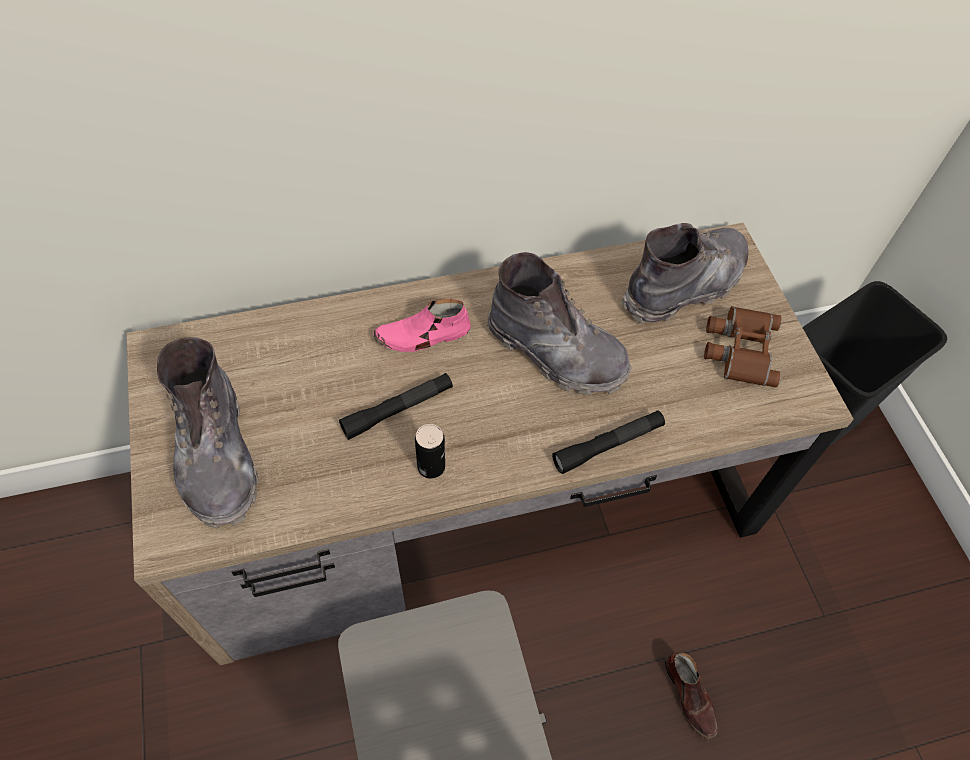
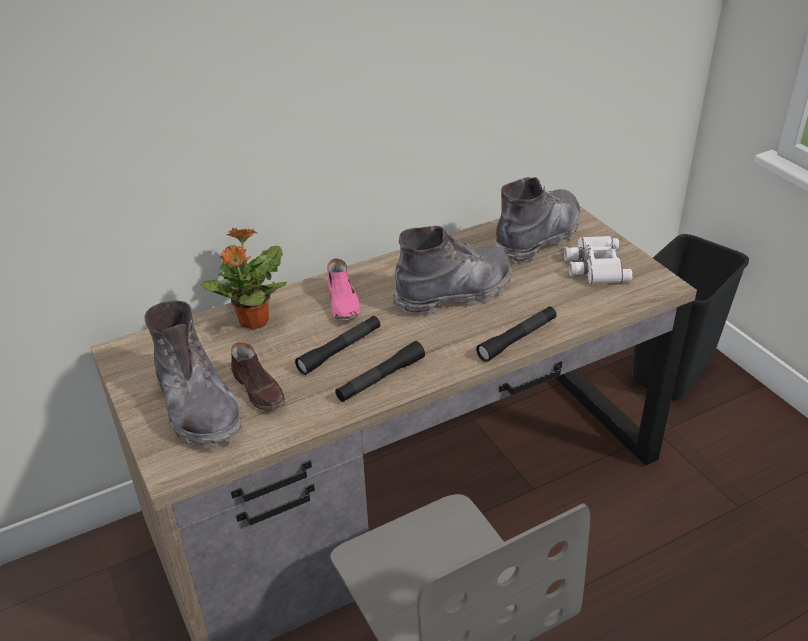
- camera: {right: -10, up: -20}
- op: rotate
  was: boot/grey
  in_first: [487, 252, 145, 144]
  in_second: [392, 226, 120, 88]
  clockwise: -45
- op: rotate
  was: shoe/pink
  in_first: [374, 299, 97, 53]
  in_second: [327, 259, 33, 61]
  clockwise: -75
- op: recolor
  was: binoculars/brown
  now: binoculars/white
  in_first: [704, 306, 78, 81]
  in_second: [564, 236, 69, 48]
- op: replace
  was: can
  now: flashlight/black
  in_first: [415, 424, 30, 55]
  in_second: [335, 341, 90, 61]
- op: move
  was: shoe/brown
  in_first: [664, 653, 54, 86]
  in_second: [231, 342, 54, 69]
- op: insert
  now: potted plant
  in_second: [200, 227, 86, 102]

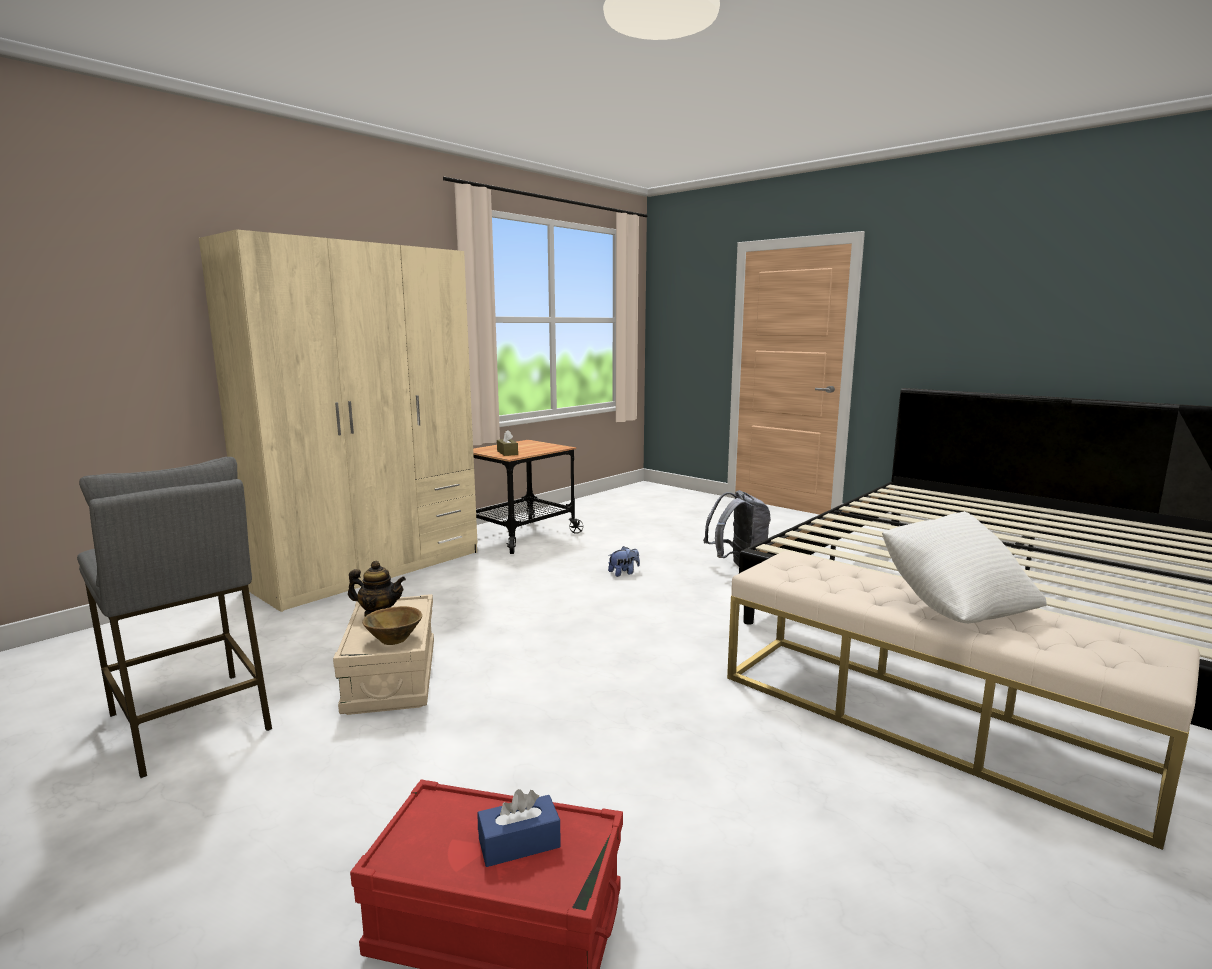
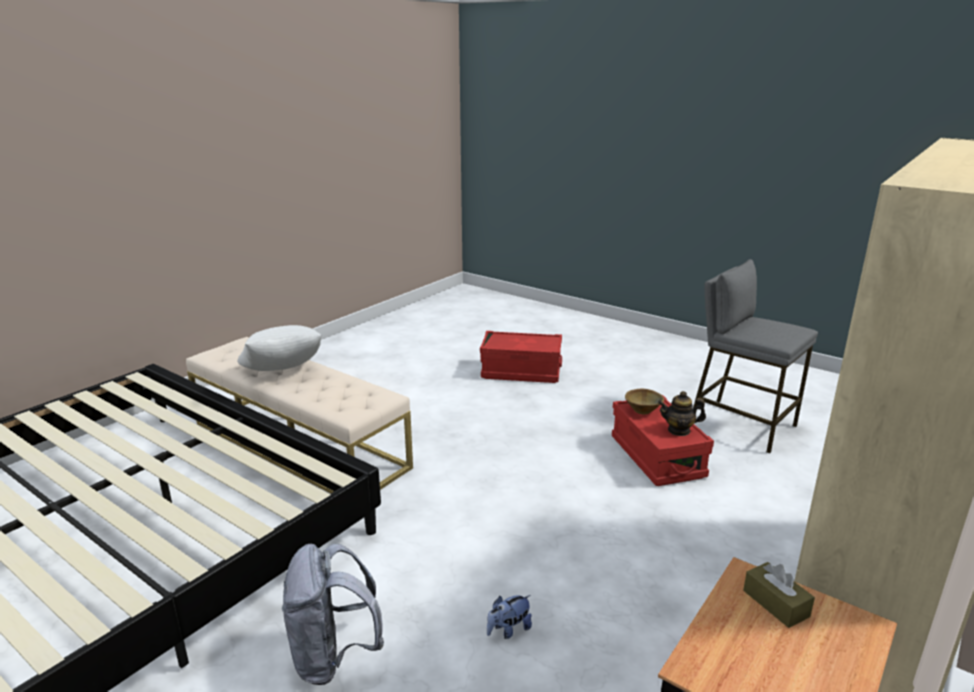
- camera: {right: 175, up: 10}
- op: recolor
  was: storage box/beige
  now: storage box/red
  in_first: [333, 594, 101, 121]
  in_second: [612, 395, 102, 91]
- op: delete
  was: tissue box/blue
  in_first: [478, 789, 83, 78]

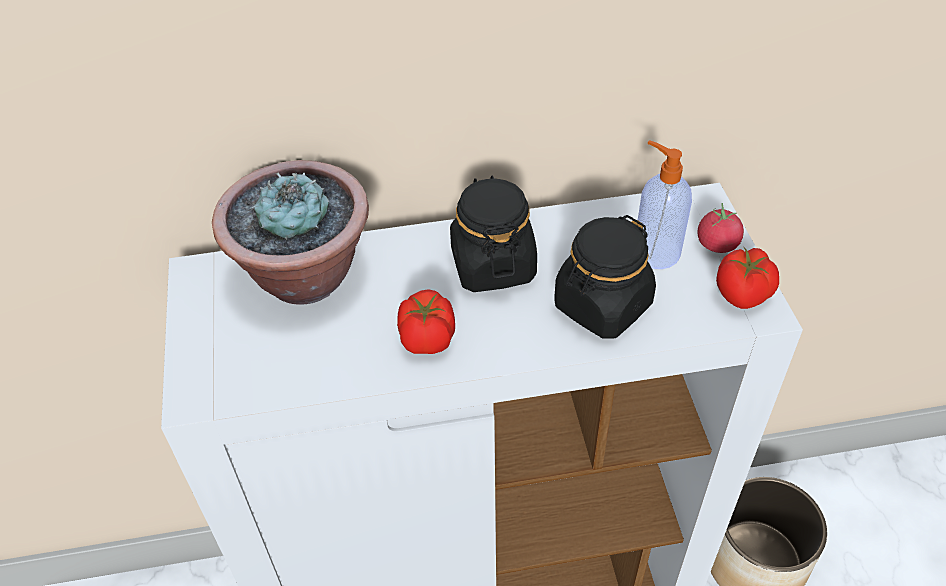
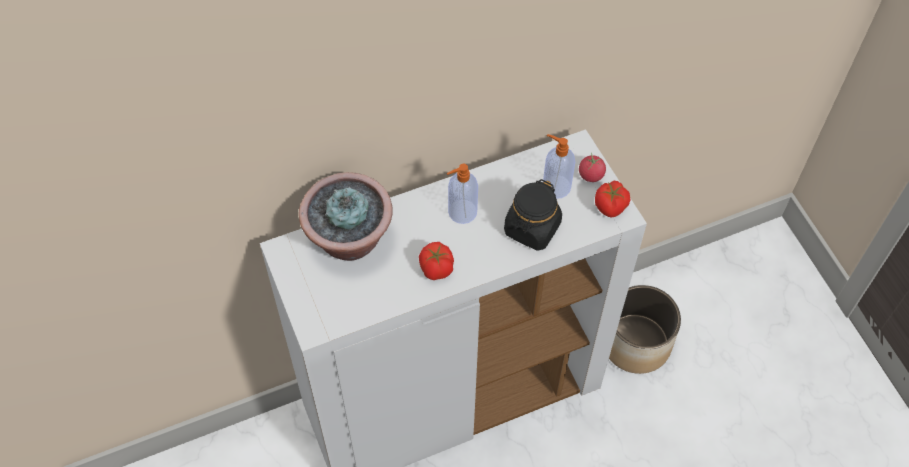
- camera: {right: -15, up: 10}
- op: replace
  was: jar/black
  now: soap dispenser
  in_first: [450, 176, 87, 116]
  in_second: [447, 163, 31, 61]

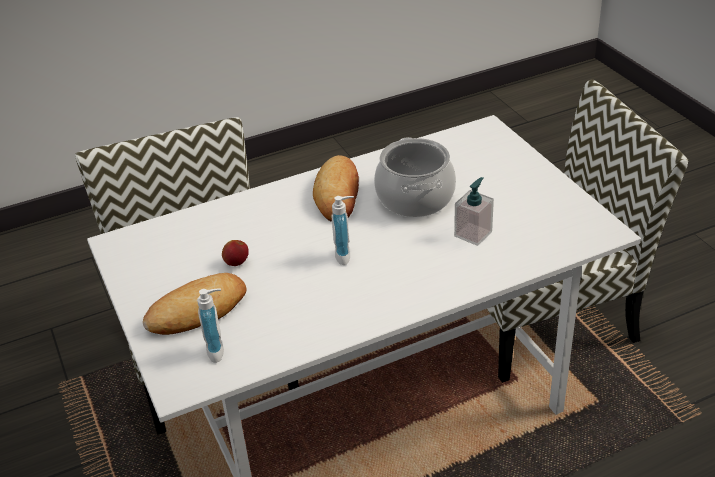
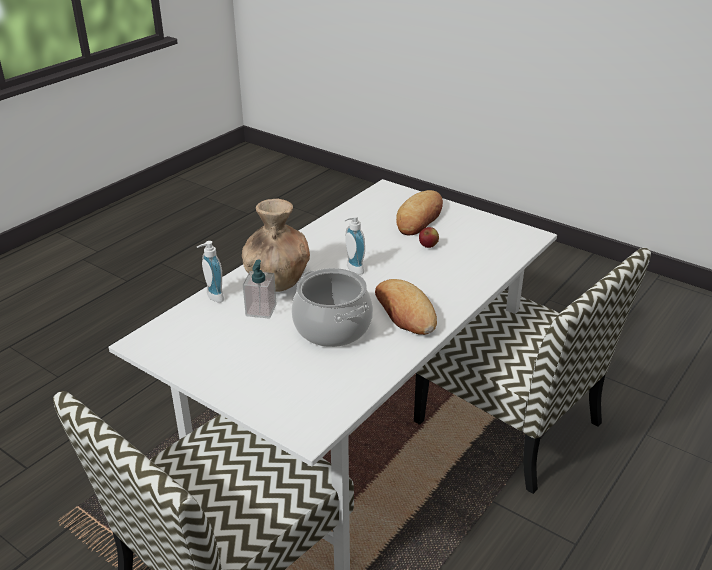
- camera: {right: 150, up: -5}
- op: move
  was: soap dispenser
  in_first: [197, 289, 27, 74]
  in_second: [197, 241, 27, 62]
- op: insert
  now: vase/brown
  in_second: [242, 199, 68, 93]

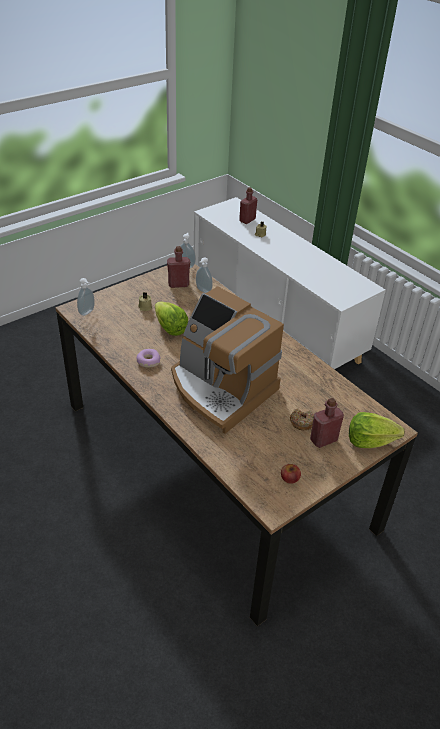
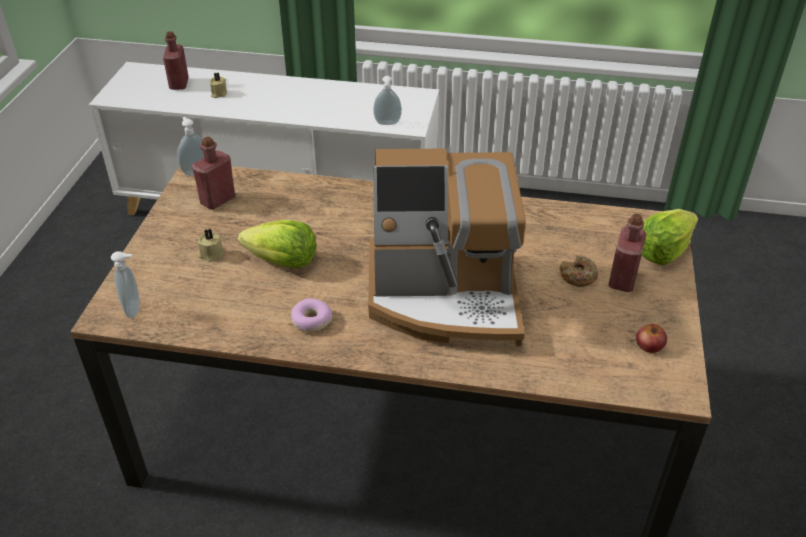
- camera: {right: -40, up: 0}
- op: move
  was: soap dispenser
  in_first: [196, 257, 17, 36]
  in_second: [373, 76, 29, 49]

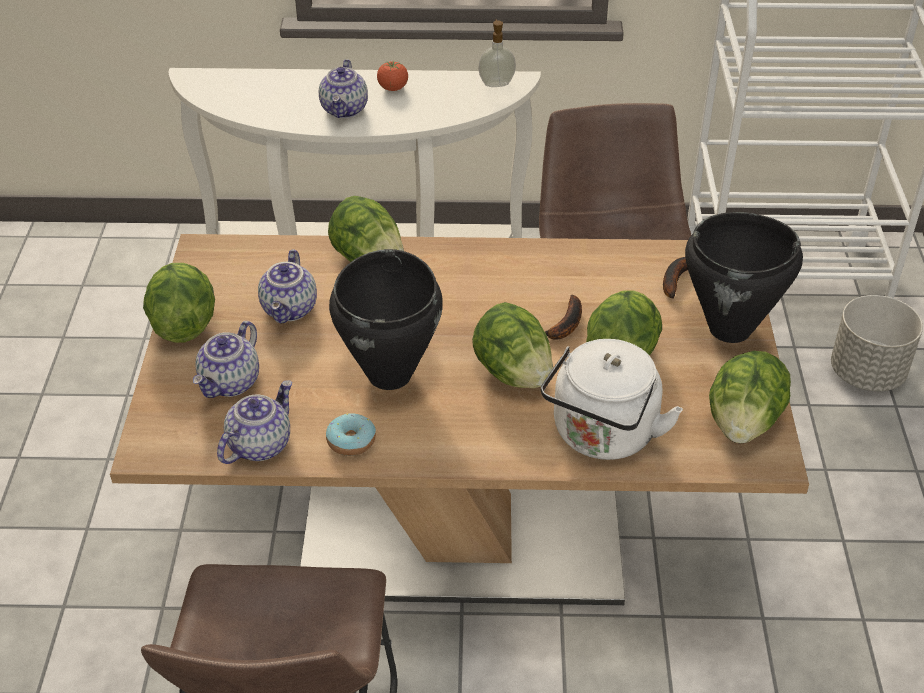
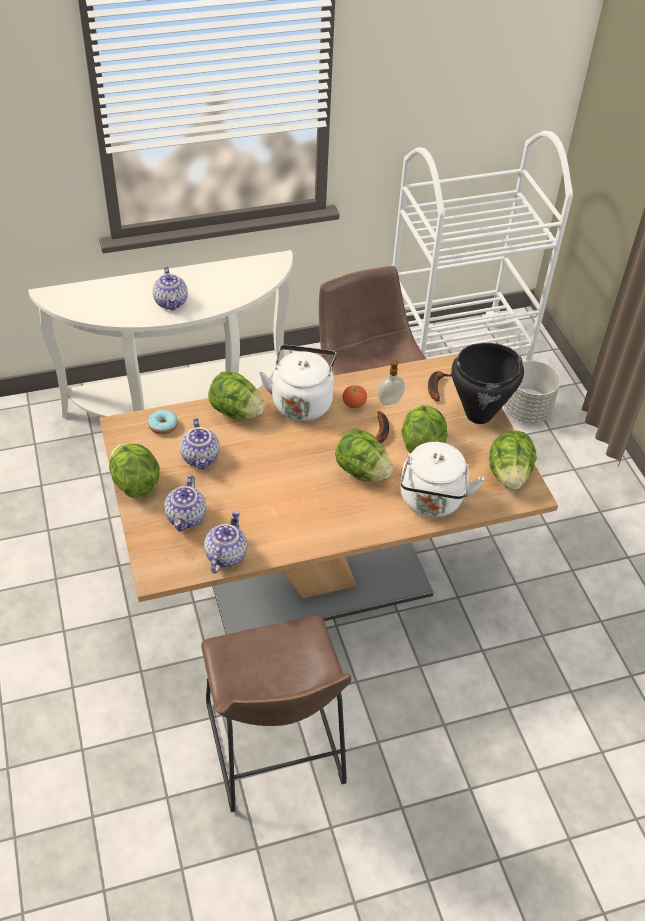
- camera: {right: -20, up: 5}
- op: move
  was: soap dispenser
  in_first: [478, 19, 38, 68]
  in_second: [378, 357, 27, 48]
- op: move
  was: tomato
  in_first: [377, 61, 31, 30]
  in_second: [343, 385, 24, 23]
- op: delete
  was: cooking pot/black
  in_first: [329, 249, 114, 141]
- op: move
  was: donut
  in_first: [326, 413, 50, 43]
  in_second: [148, 410, 30, 25]
- op: insert
  now: kettle/white
  in_second: [259, 345, 78, 76]

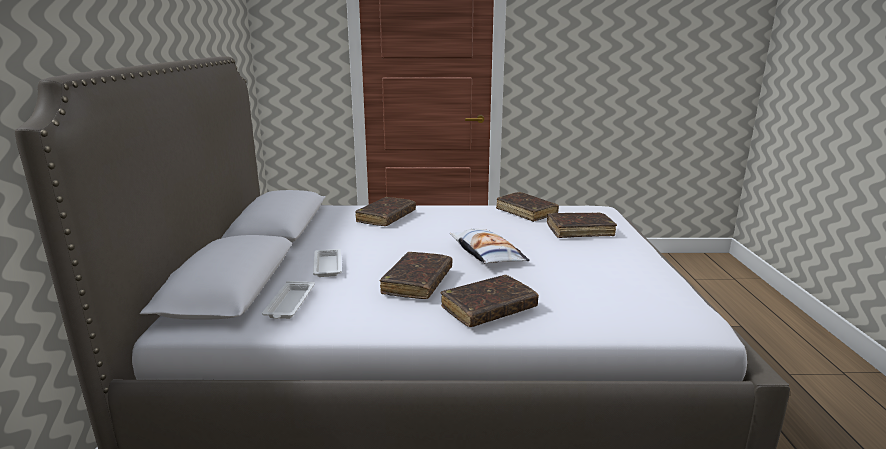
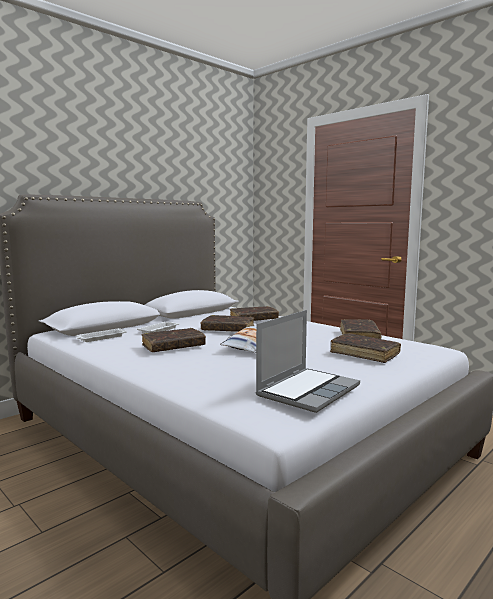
- camera: {right: 45, up: -10}
- op: move
  was: book/brown
  in_first: [441, 275, 98, 52]
  in_second: [201, 315, 53, 17]
- op: insert
  now: laptop
  in_second: [255, 310, 105, 103]

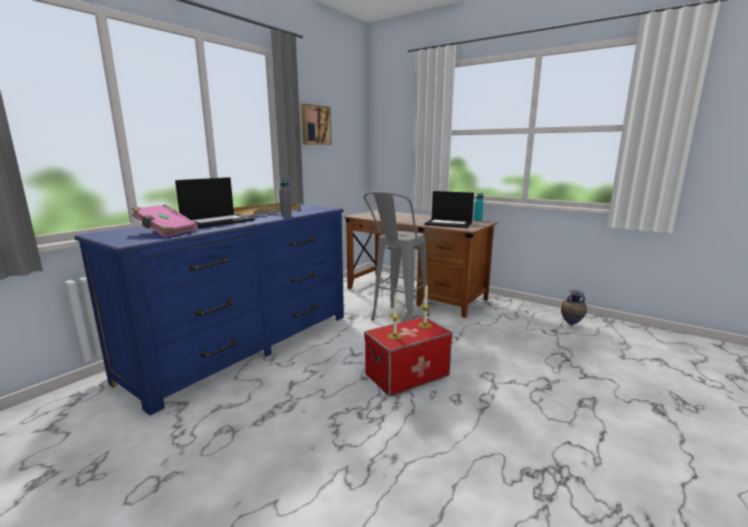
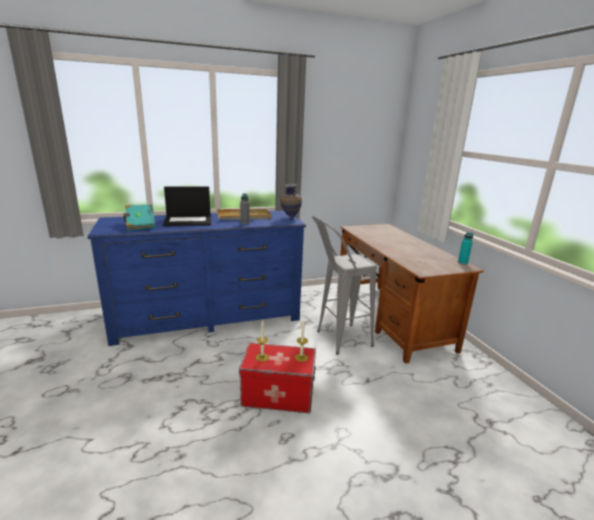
- camera: {right: 35, up: 5}
- op: delete
  was: picture
  in_first: [301, 104, 31, 41]
- op: delete
  was: laptop
  in_first: [424, 191, 50, 37]
- op: recolor
  was: book/pink
  now: book/turquoise
  in_first: [131, 205, 67, 32]
  in_second: [123, 204, 32, 27]
- op: move
  was: vase
  in_first: [561, 290, 26, 35]
  in_second: [281, 184, 21, 34]

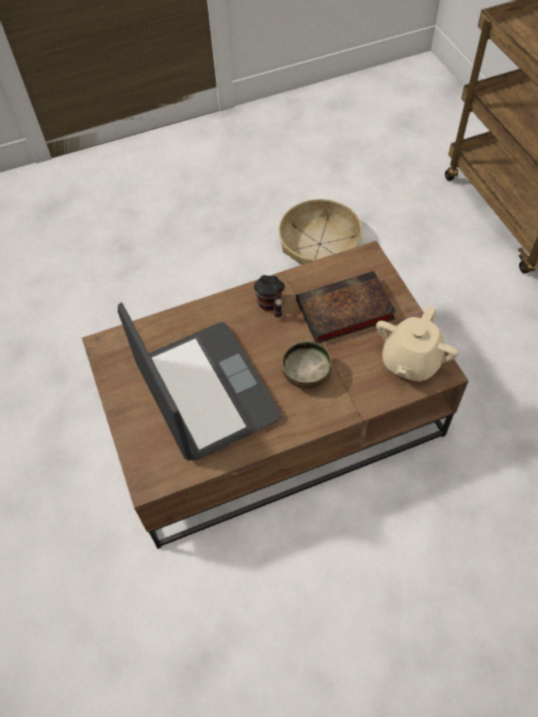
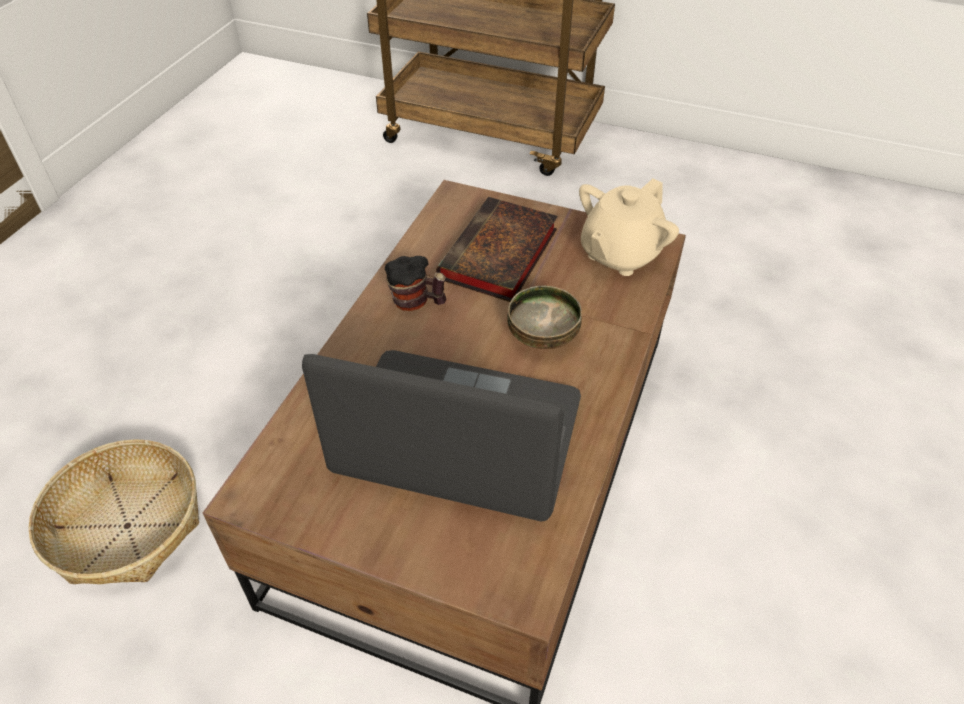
- camera: {right: -50, up: -10}
- op: move
  was: basket
  in_first: [279, 199, 83, 66]
  in_second: [28, 439, 171, 145]
- op: rotate
  was: teapot/beige
  in_first: [376, 306, 82, 76]
  in_second: [579, 178, 100, 98]
  clockwise: 60

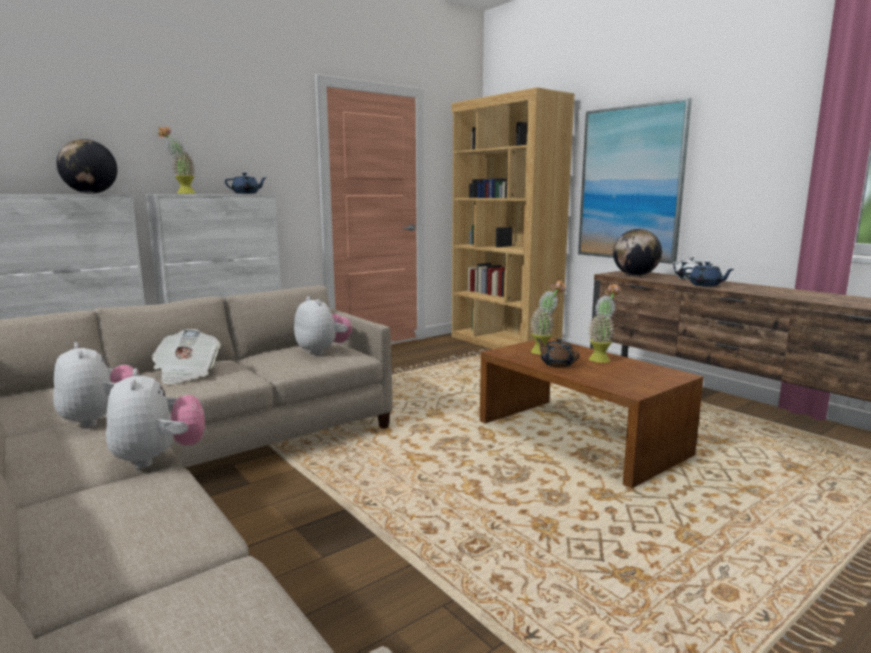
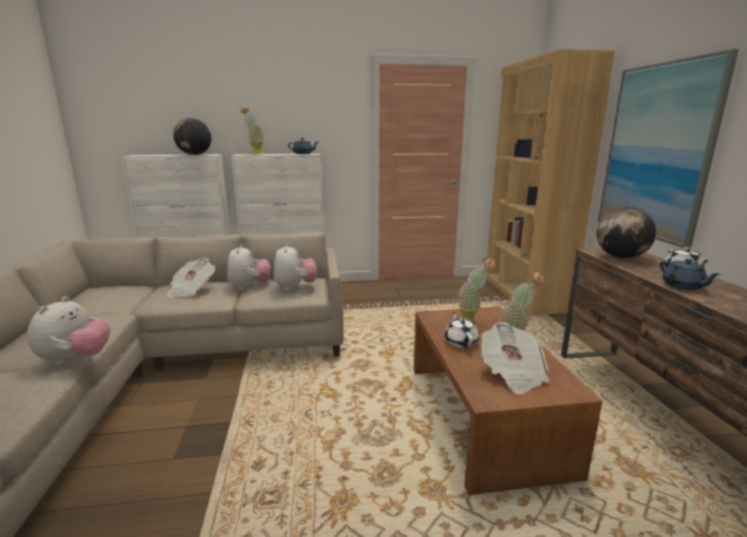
- camera: {right: 30, up: 5}
- op: recolor
  was: teapot/brown
  now: teapot/white
  in_first: [537, 338, 43, 29]
  in_second: [445, 312, 34, 36]
- op: move
  was: plush toy
  in_first: [53, 342, 86, 86]
  in_second: [227, 244, 44, 46]
- op: insert
  now: newspaper
  in_second: [481, 322, 68, 72]

